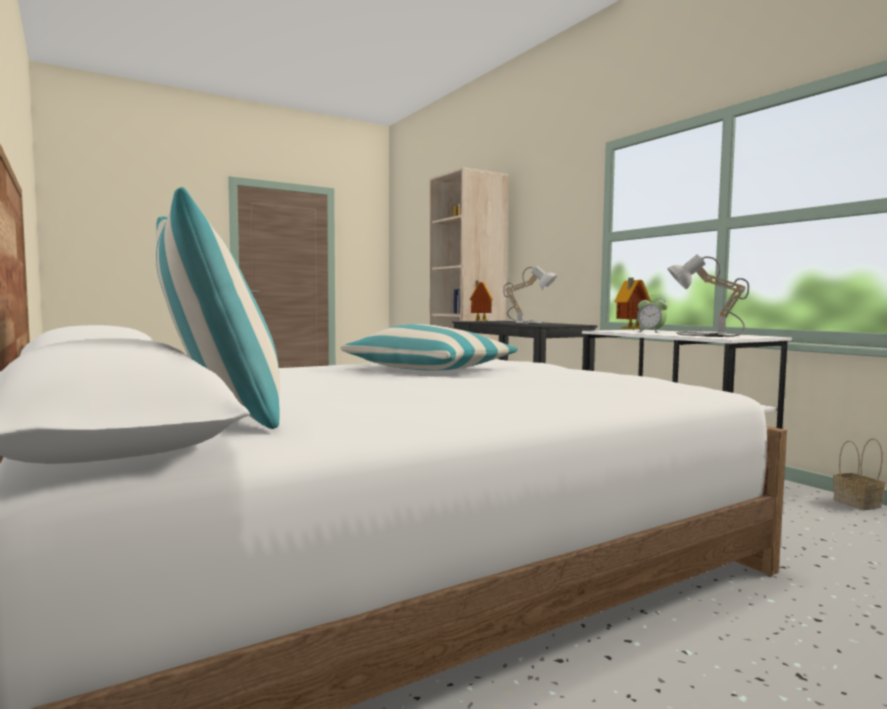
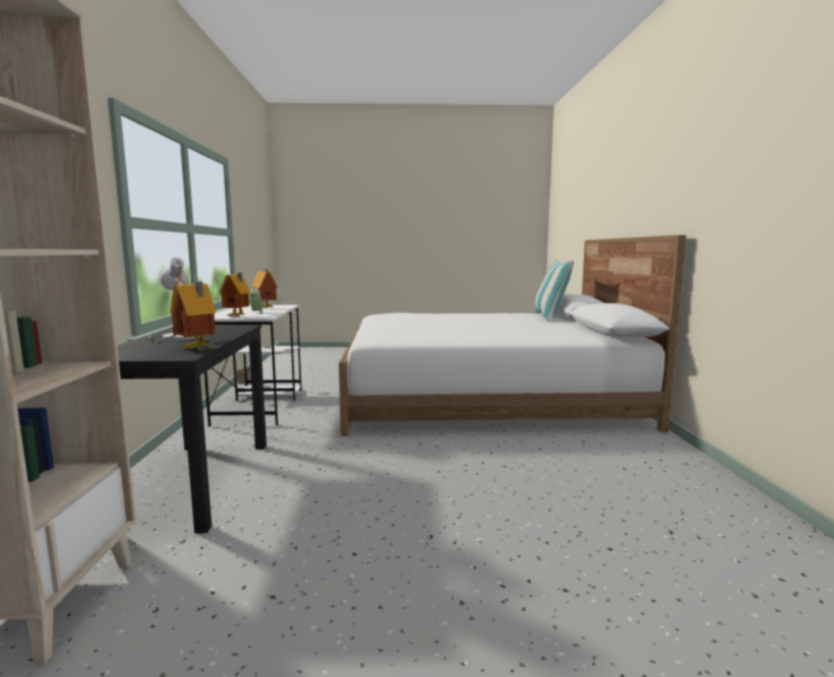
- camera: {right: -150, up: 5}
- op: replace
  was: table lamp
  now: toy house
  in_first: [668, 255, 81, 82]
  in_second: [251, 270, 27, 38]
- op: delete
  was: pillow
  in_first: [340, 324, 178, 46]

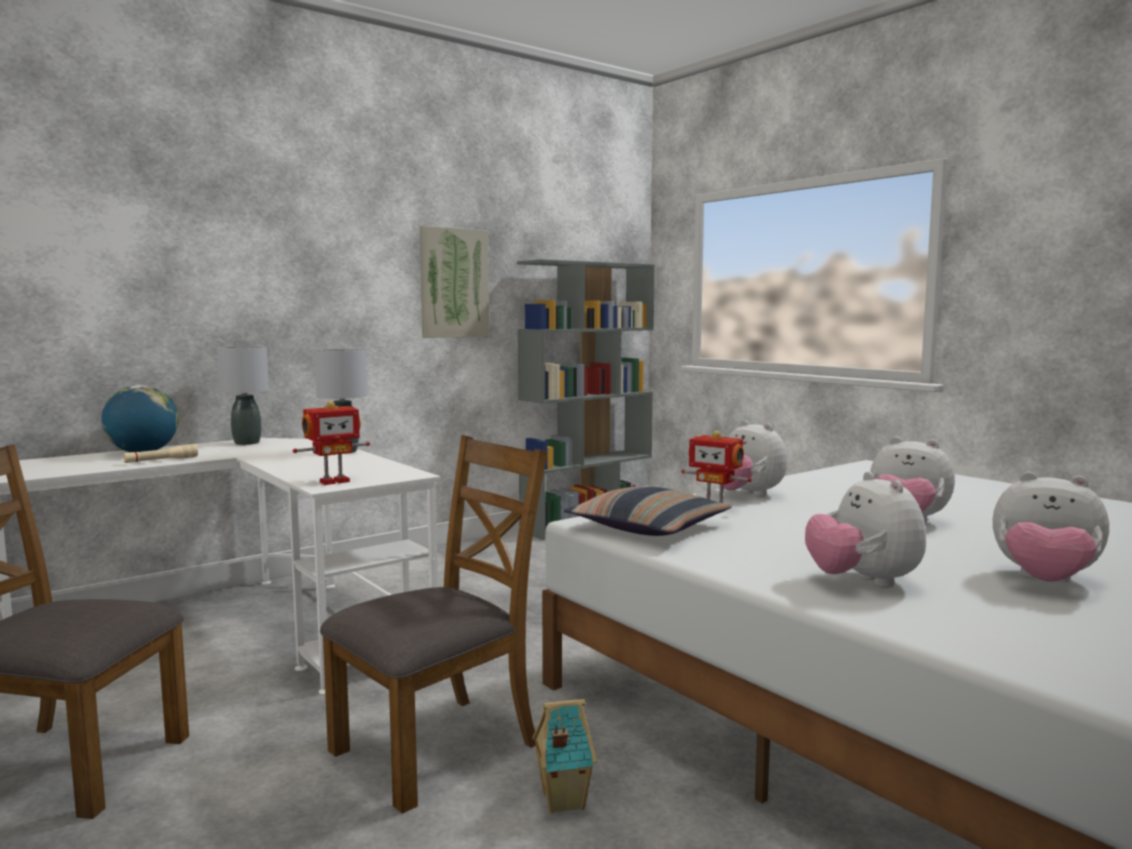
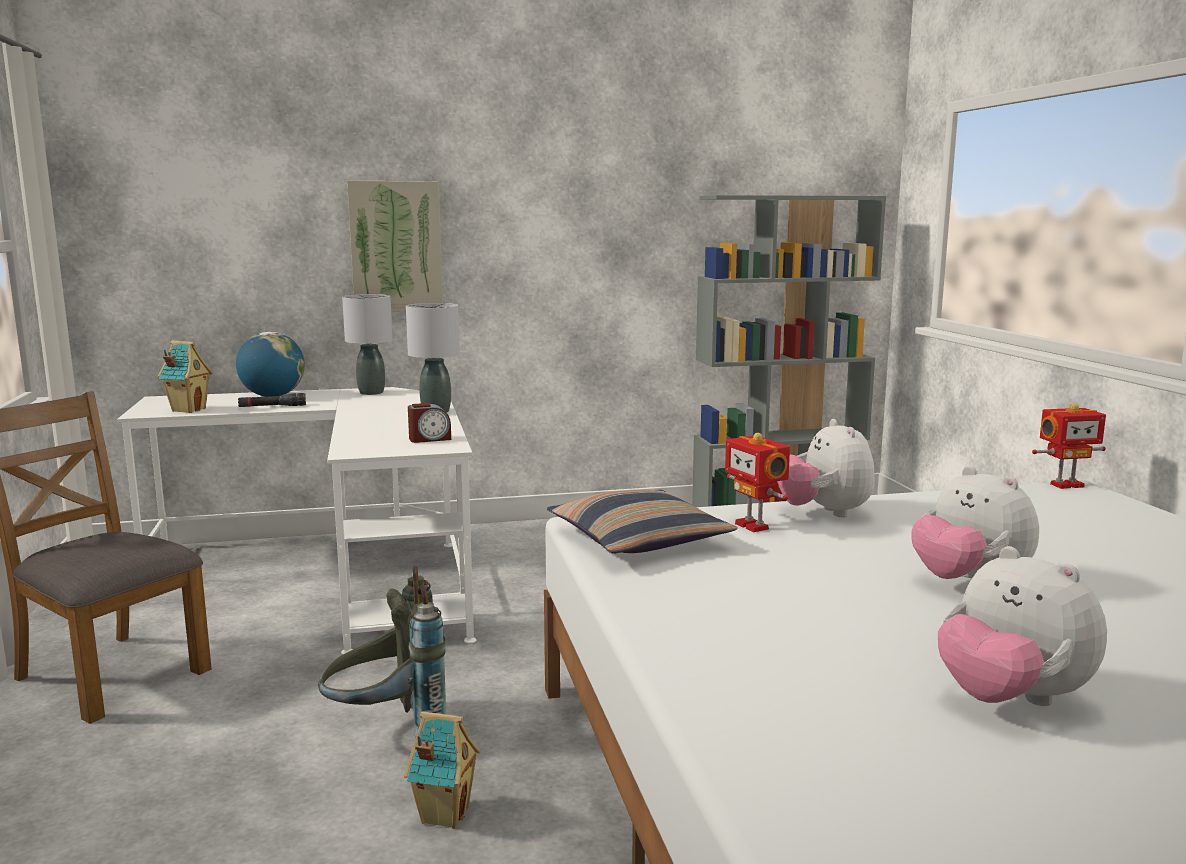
- camera: {right: 25, up: 5}
- op: move
  was: picture
  in_first: [419, 226, 70, 112]
  in_second: [347, 181, 96, 131]
- op: move
  was: toy robot
  in_first: [293, 401, 77, 84]
  in_second: [1032, 403, 74, 86]
- op: replace
  was: chair/brown
  now: backpack/grey
  in_first: [320, 435, 227, 379]
  in_second: [318, 566, 128, 173]
- op: recolor
  was: flashlight/beige
  now: flashlight/black
  in_first: [123, 444, 75, 19]
  in_second: [238, 393, 68, 14]
- op: delete
  was: plush toy
  in_first: [805, 472, 121, 116]
- op: insert
  now: toy house
  in_second: [158, 340, 55, 73]
- op: insert
  now: alarm clock
  in_second: [408, 403, 43, 40]

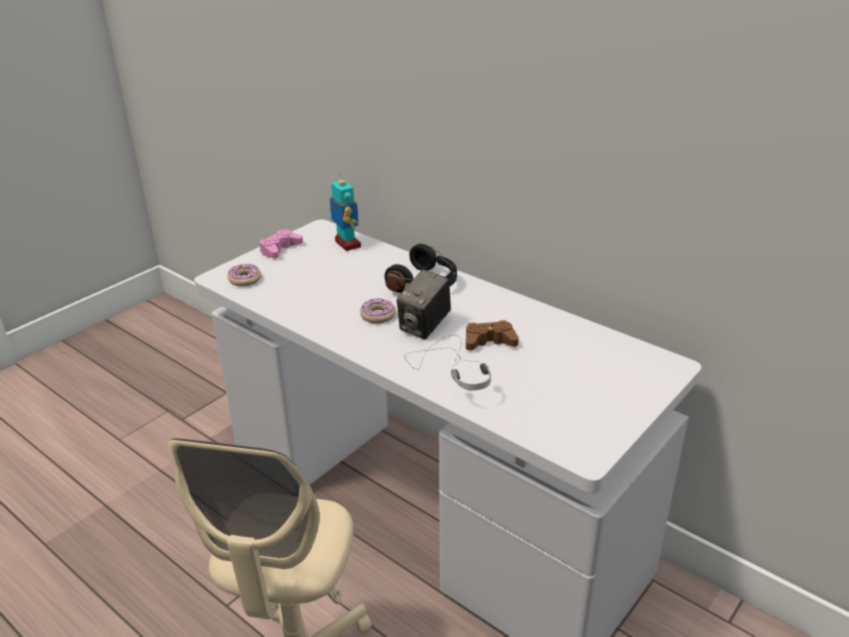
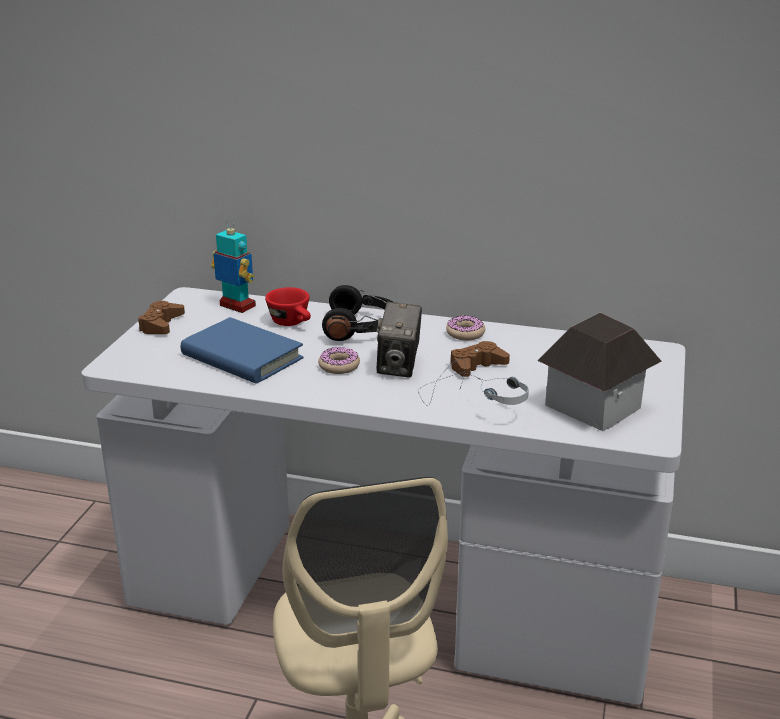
- camera: {right: -25, up: -5}
- op: recolor
  was: game controller/pink
  now: game controller/brown
  in_first: [259, 230, 44, 28]
  in_second: [138, 301, 47, 33]
- op: move
  was: donut
  in_first: [228, 264, 33, 22]
  in_second: [446, 315, 39, 25]
- op: insert
  now: cup/red
  in_second: [265, 287, 46, 39]
- op: insert
  now: toy house
  in_second: [537, 313, 124, 118]
- op: insert
  now: book/blue
  in_second: [181, 317, 123, 67]

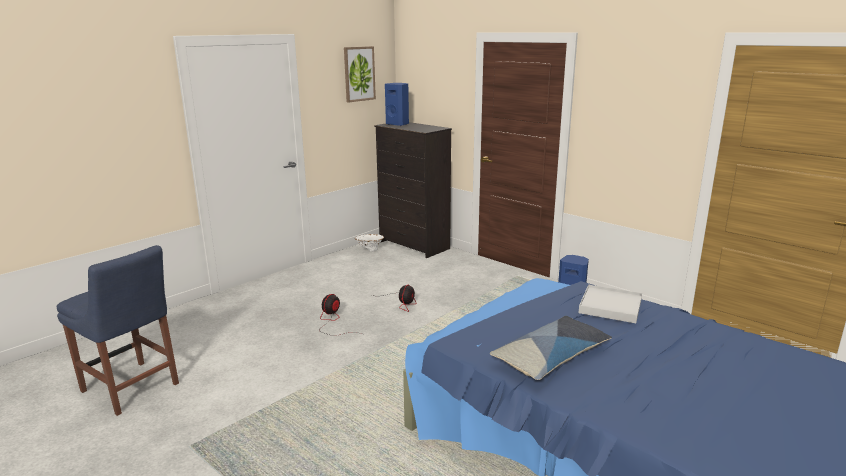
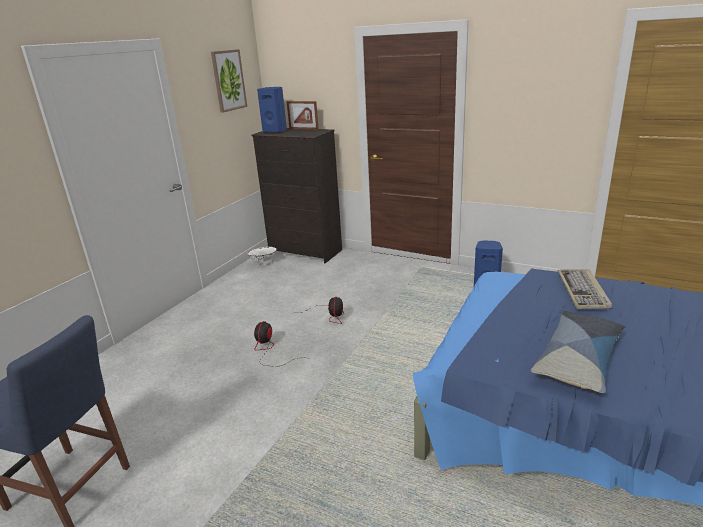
- camera: {right: -15, up: 5}
- op: replace
  was: tray/white
  now: keyboard
  in_first: [579, 285, 63, 38]
  in_second: [558, 269, 54, 40]
- op: insert
  now: picture frame
  in_second: [287, 101, 32, 29]

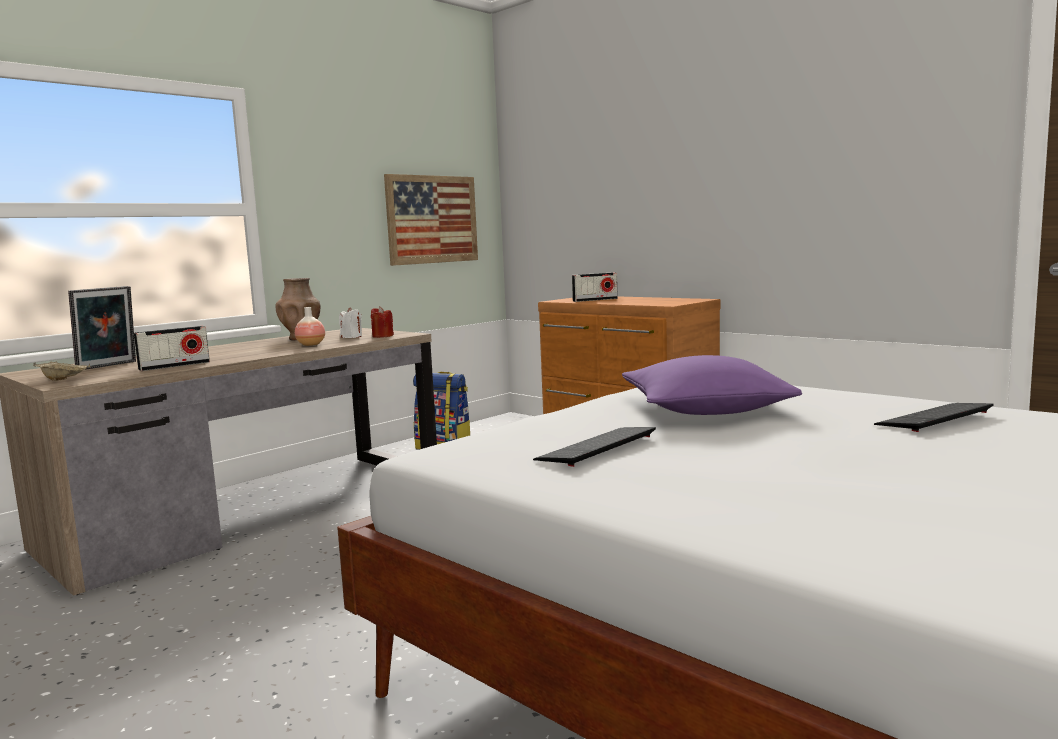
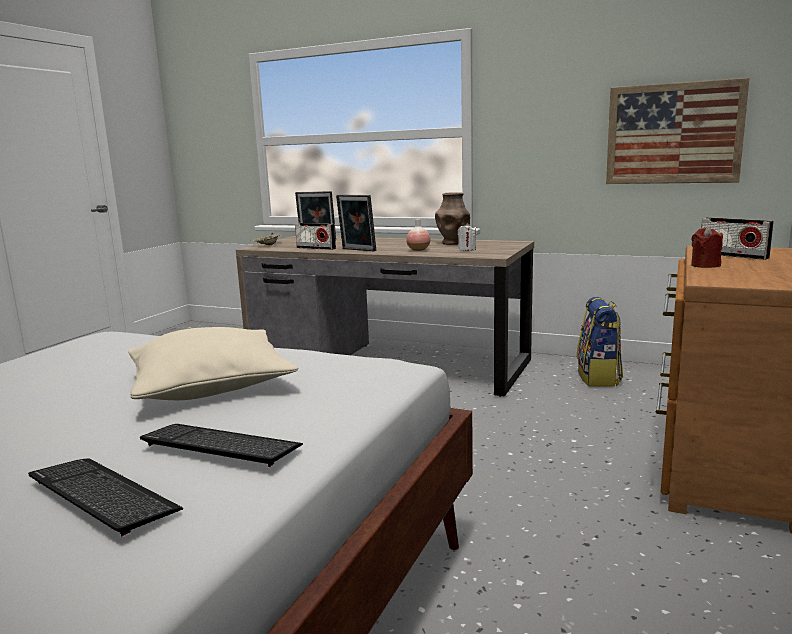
- camera: {right: 70, up: 5}
- op: move
  was: candle/red
  in_first: [371, 306, 23, 32]
  in_second: [691, 227, 32, 41]
- op: recolor
  was: pillow/purple
  now: pillow/beige
  in_first: [622, 355, 180, 60]
  in_second: [128, 327, 170, 73]
- op: move
  was: keyboard
  in_first: [533, 427, 123, 40]
  in_second: [140, 424, 163, 43]
- op: insert
  now: picture frame
  in_second: [336, 194, 40, 57]

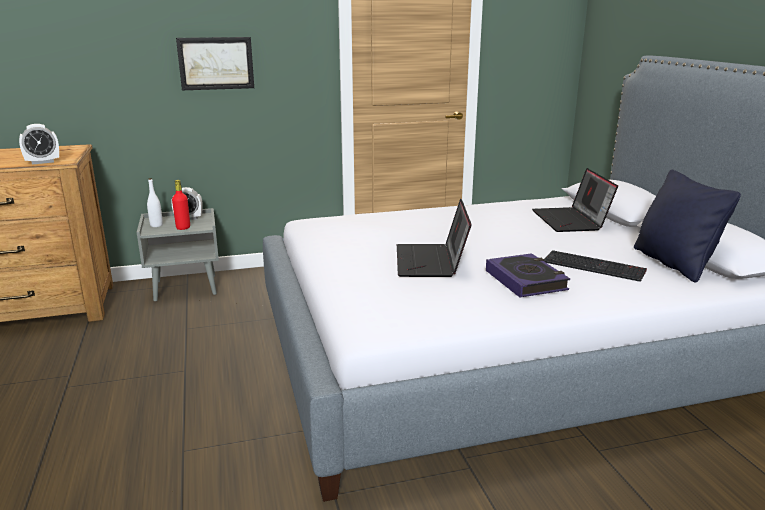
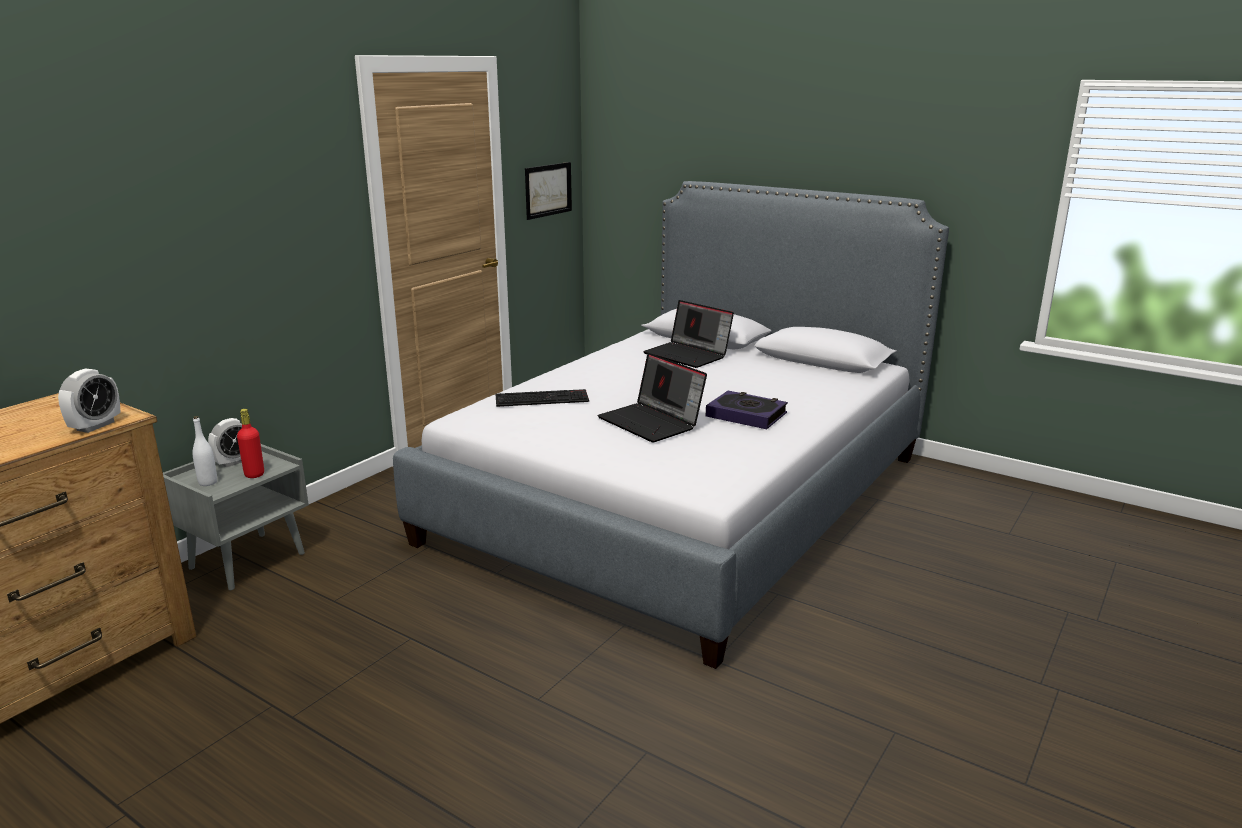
- camera: {right: -40, up: 0}
- op: move
  was: picture
  in_first: [176, 37, 78, 53]
  in_second: [525, 162, 47, 58]
- op: delete
  was: pillow/black
  in_first: [634, 170, 107, 113]
- op: move
  was: keyboard
  in_first: [544, 250, 103, 32]
  in_second: [496, 389, 93, 18]

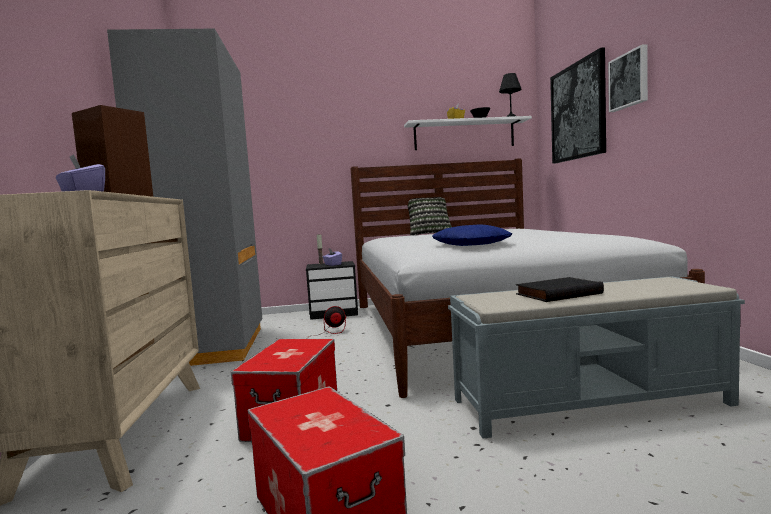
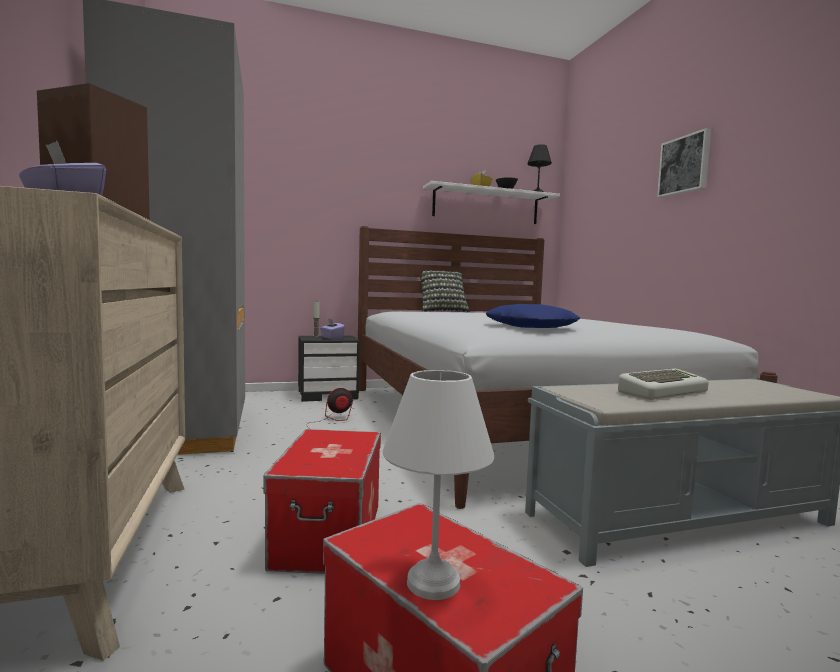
- camera: {right: -10, up: 0}
- op: delete
  was: picture
  in_first: [550, 48, 56, 116]
- op: replace
  was: book/black
  now: keyboard
  in_first: [516, 277, 88, 25]
  in_second: [618, 369, 91, 31]
- op: insert
  now: table lamp/white
  in_second: [383, 370, 111, 230]

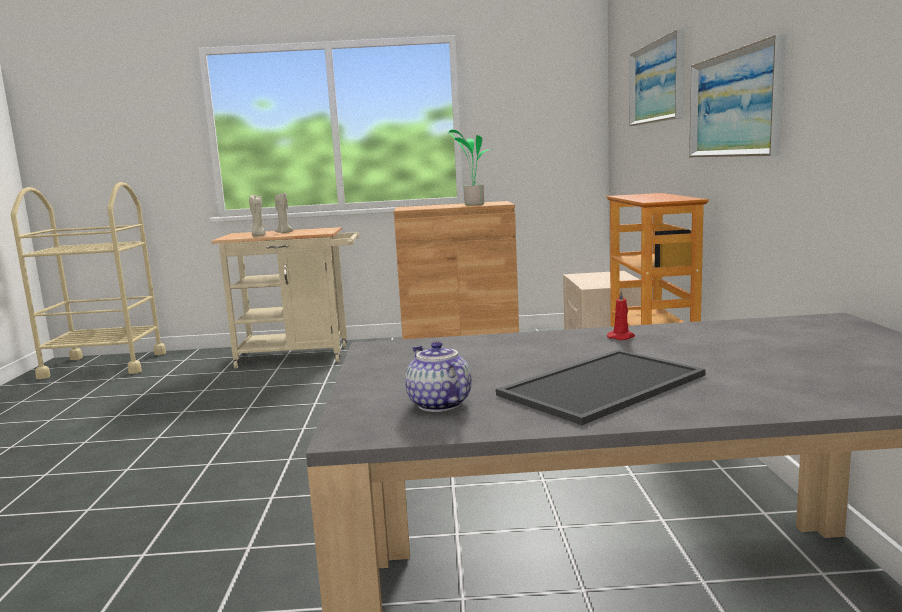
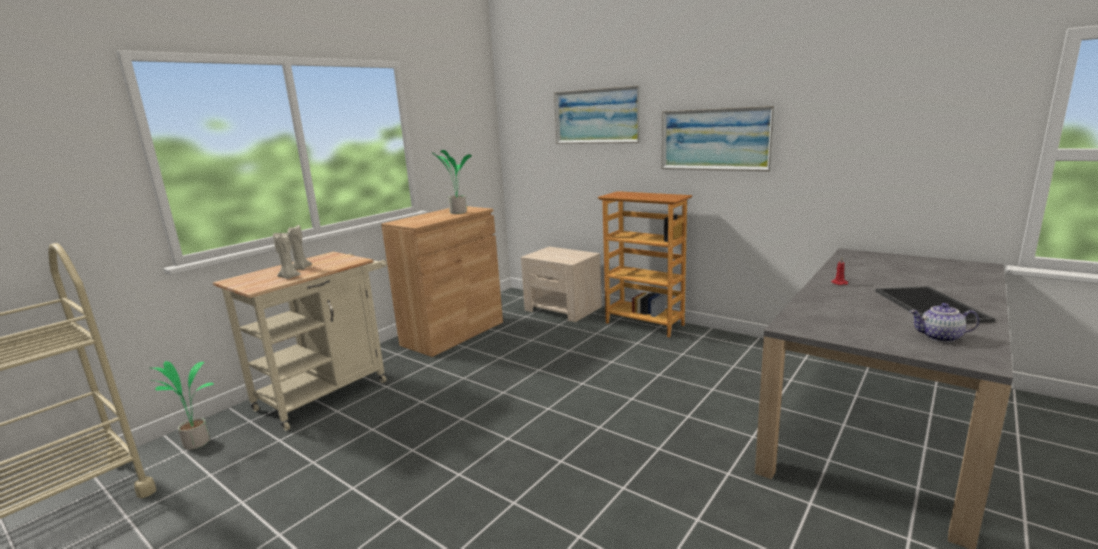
- camera: {right: -50, up: 5}
- op: insert
  now: potted plant
  in_second: [150, 361, 64, 89]

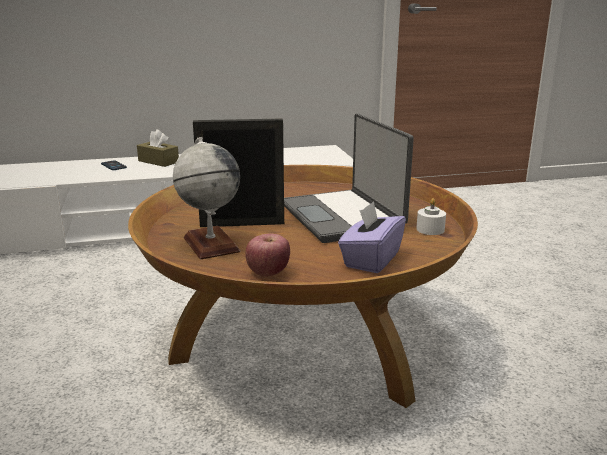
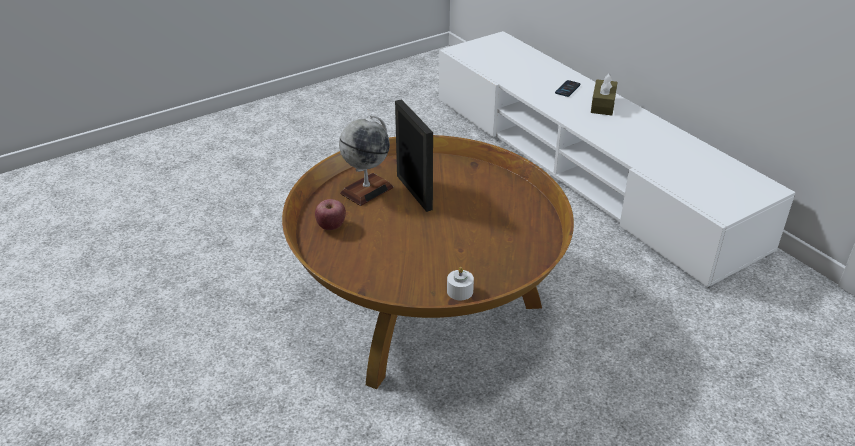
- camera: {right: 70, up: 15}
- op: delete
  was: laptop
  in_first: [284, 113, 130, 130]
- op: delete
  was: tissue box/purple
  in_first: [338, 201, 68, 72]

